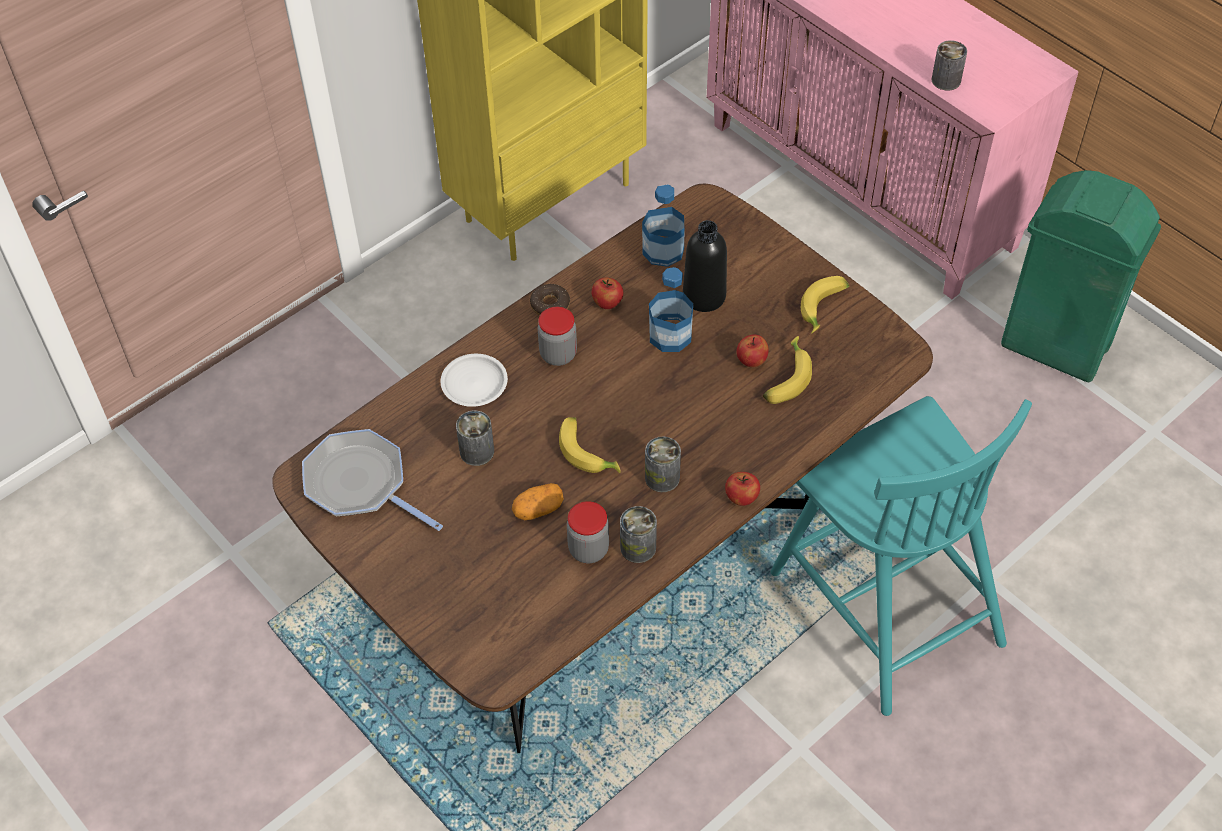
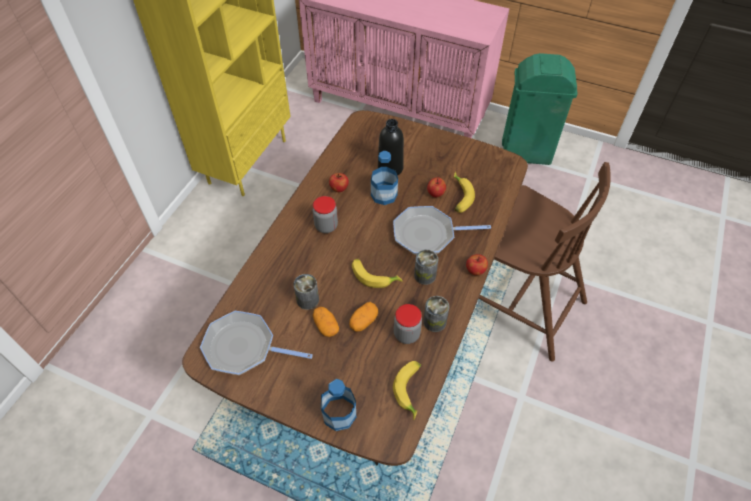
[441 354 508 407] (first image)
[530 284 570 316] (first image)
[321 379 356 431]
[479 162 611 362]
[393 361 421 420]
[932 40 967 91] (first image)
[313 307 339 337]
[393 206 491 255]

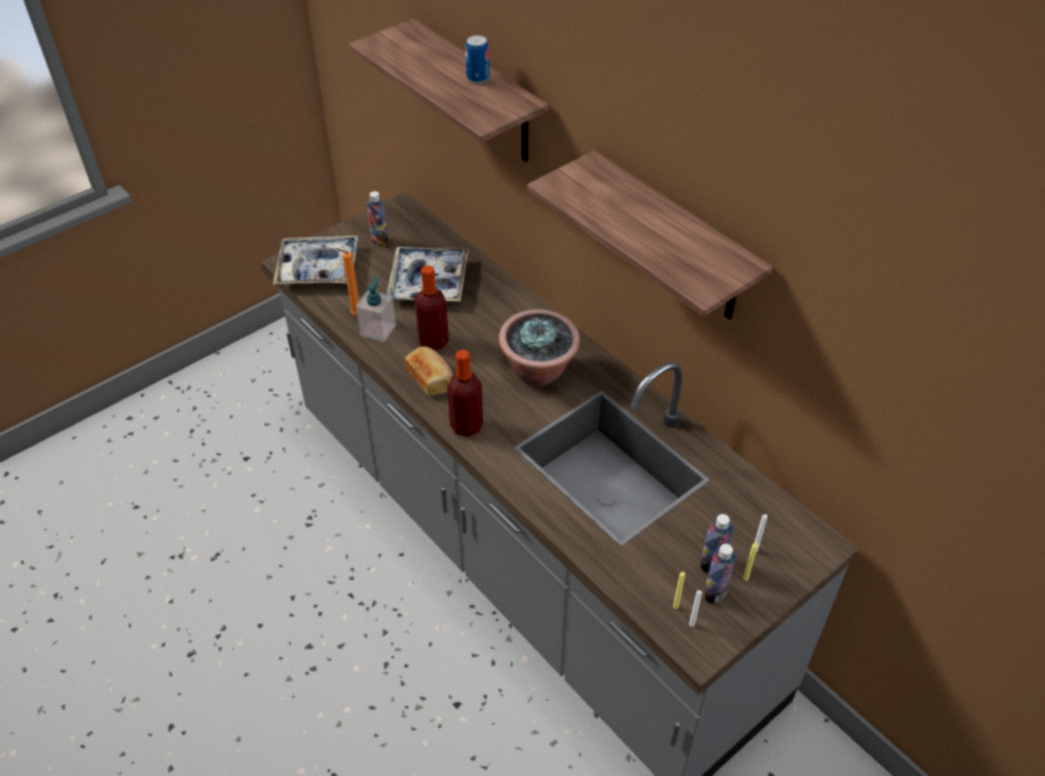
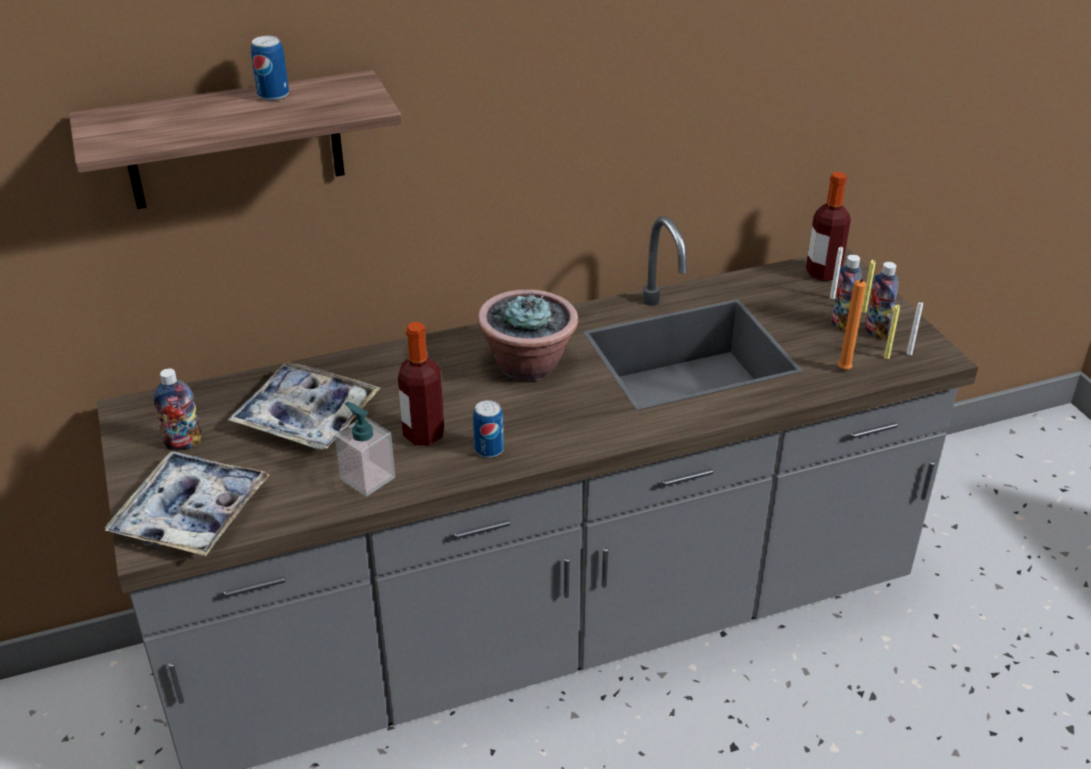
[838 279 866 370]
[473 400 504 458]
[806 172 851 281]
[527 150 773 320] (first image)

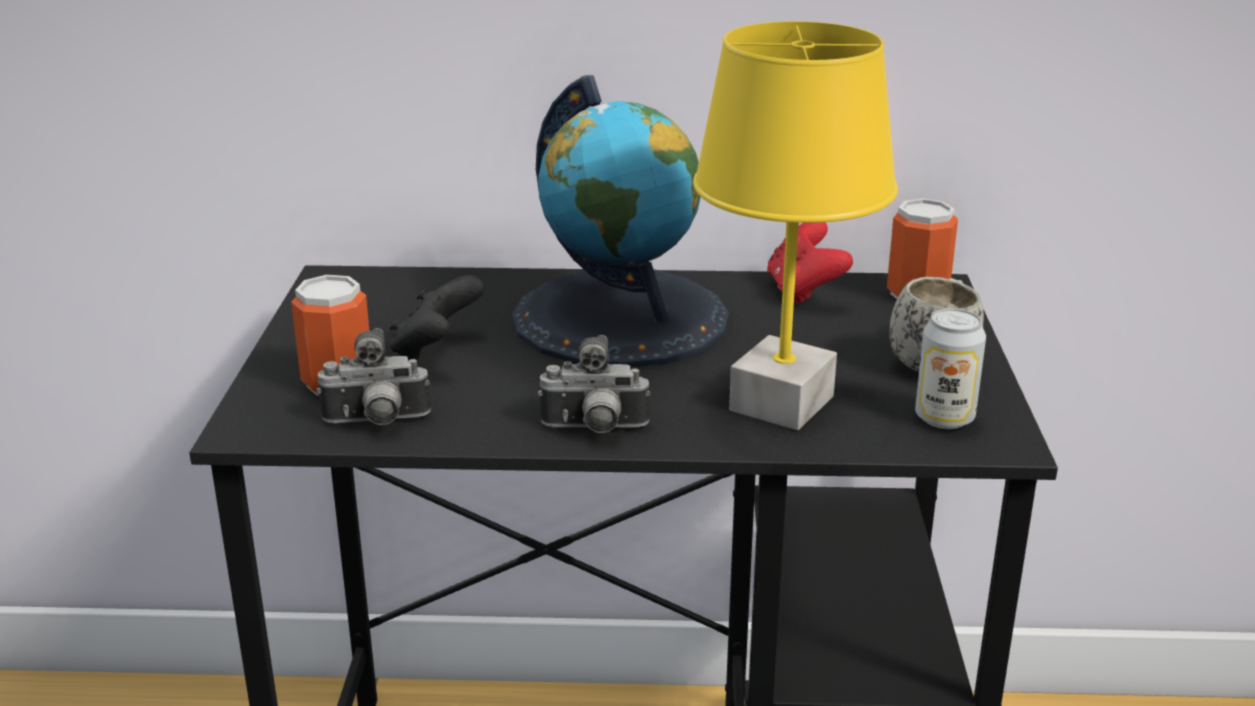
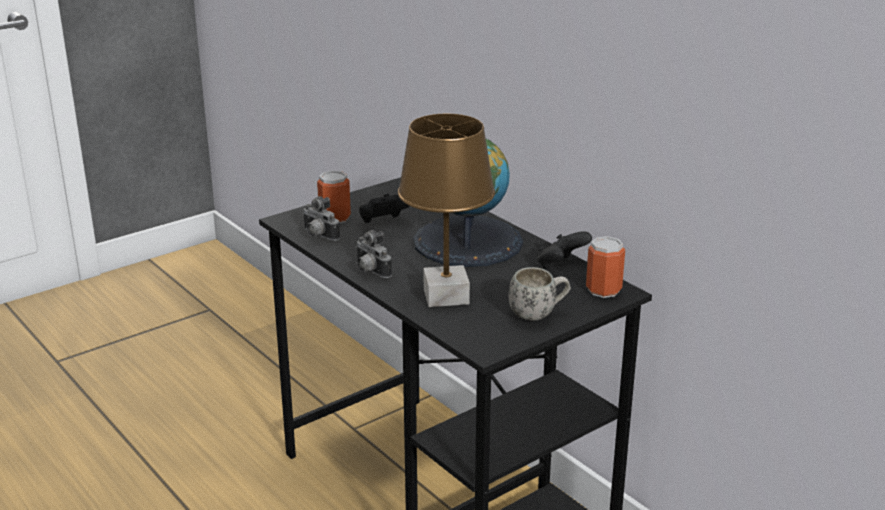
[398 114 495 307]
[537 231 592 269]
[915 308 986 429] (first image)

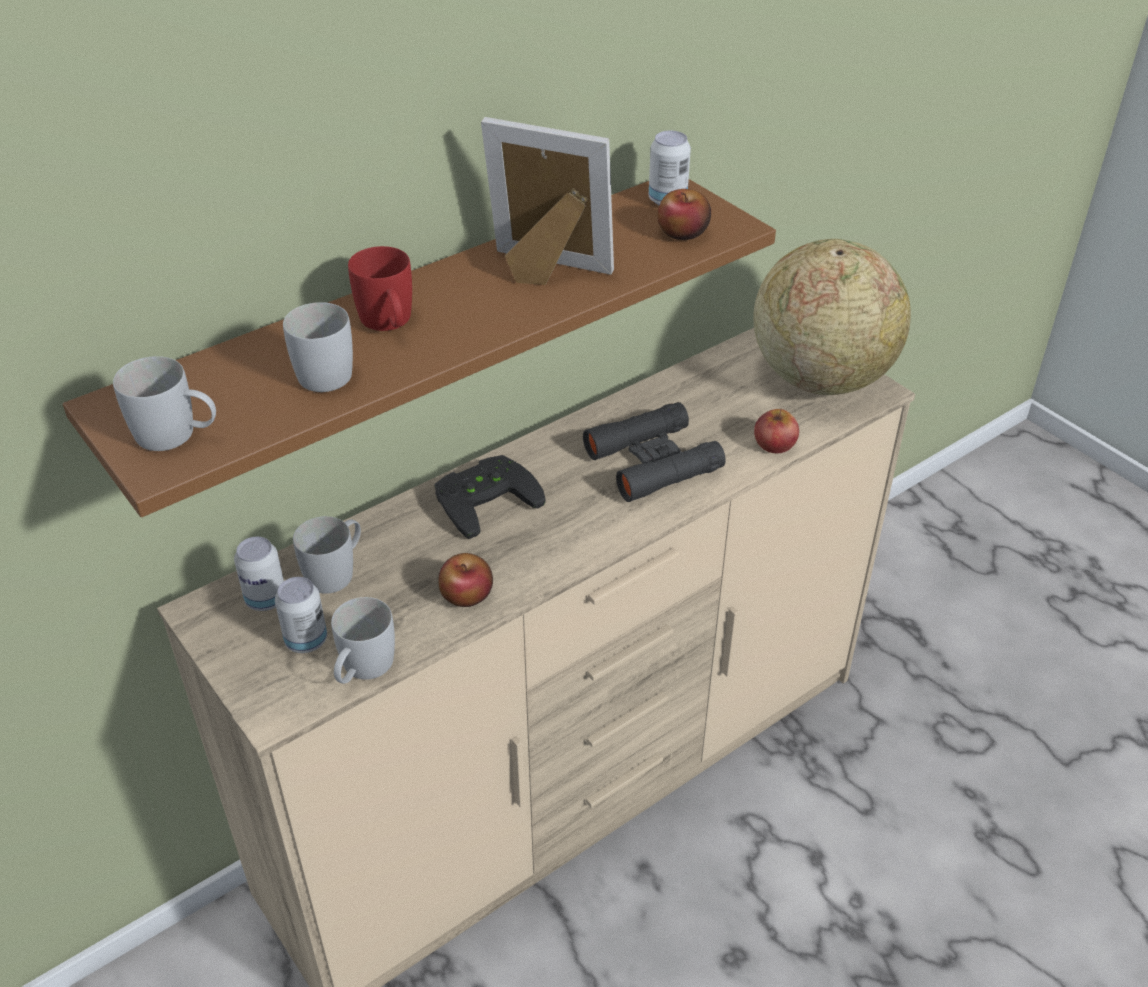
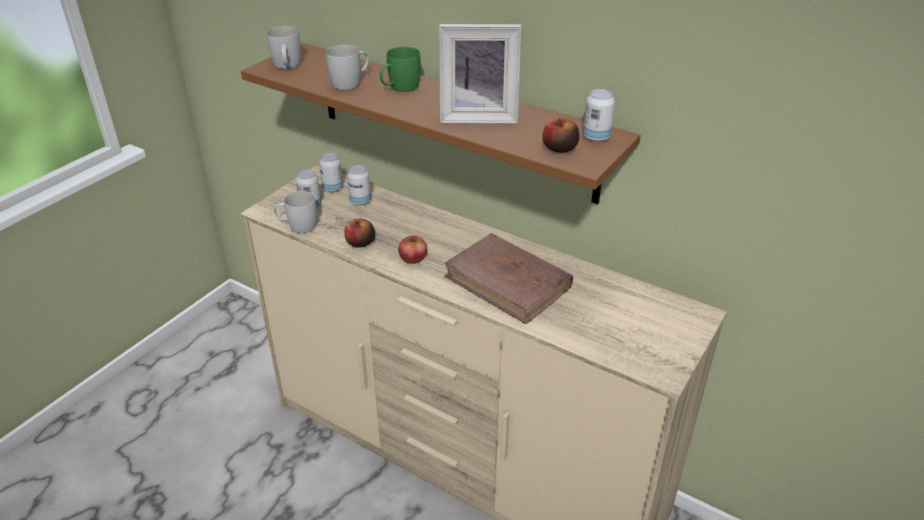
[347 165 371 205]
[380 47 420 92]
[434 455 546 539] (first image)
[439 24 522 124]
[444 233 573 324]
[753 239 911 395] (first image)
[398 236 427 264]

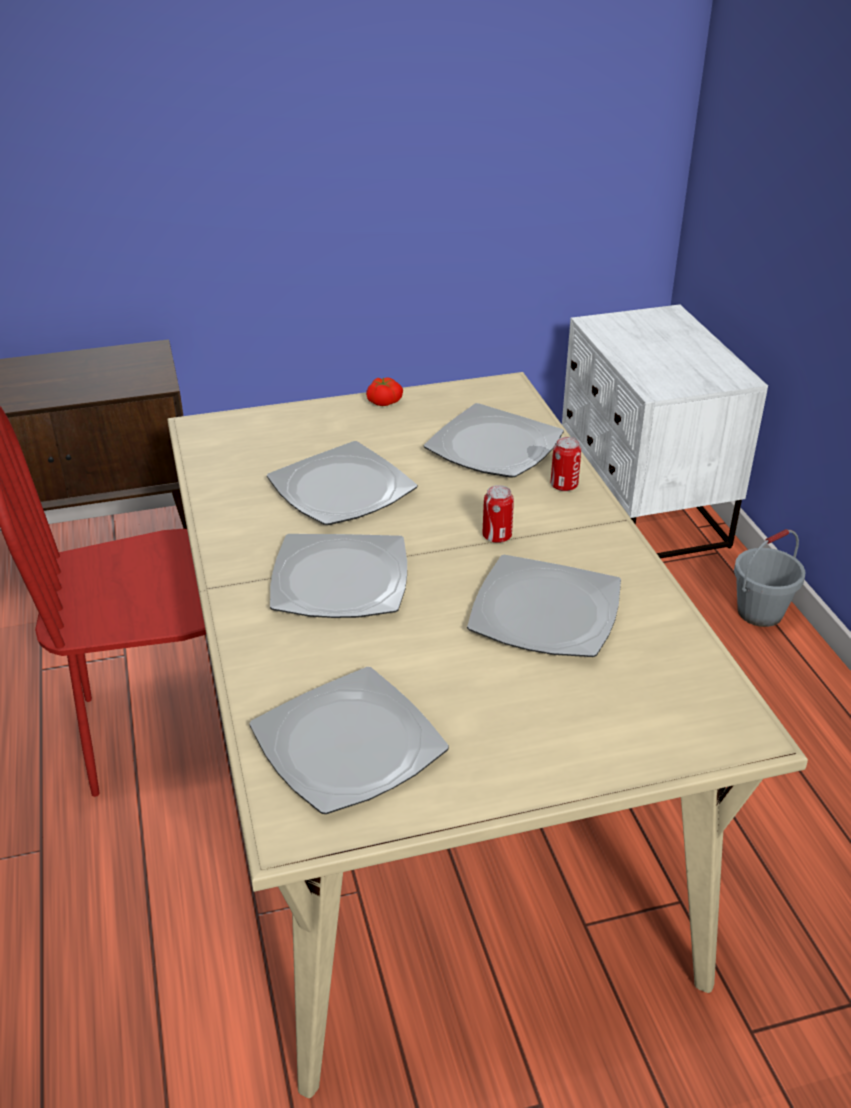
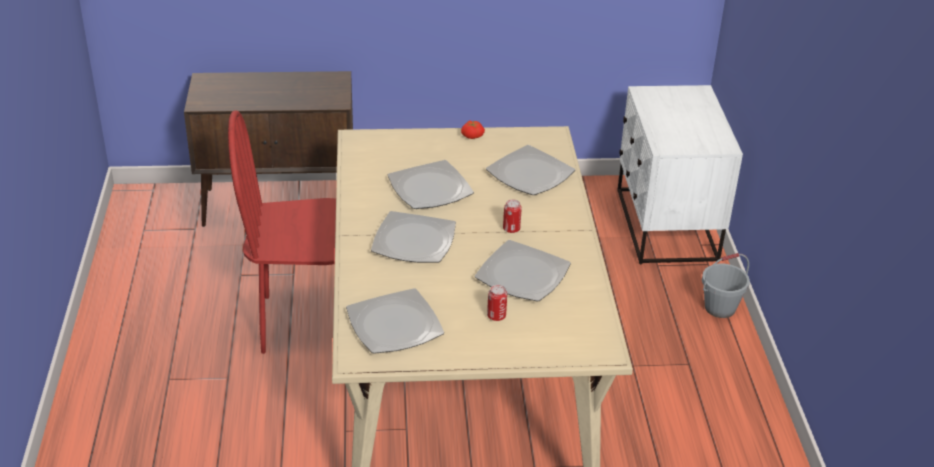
[487 285 507 321]

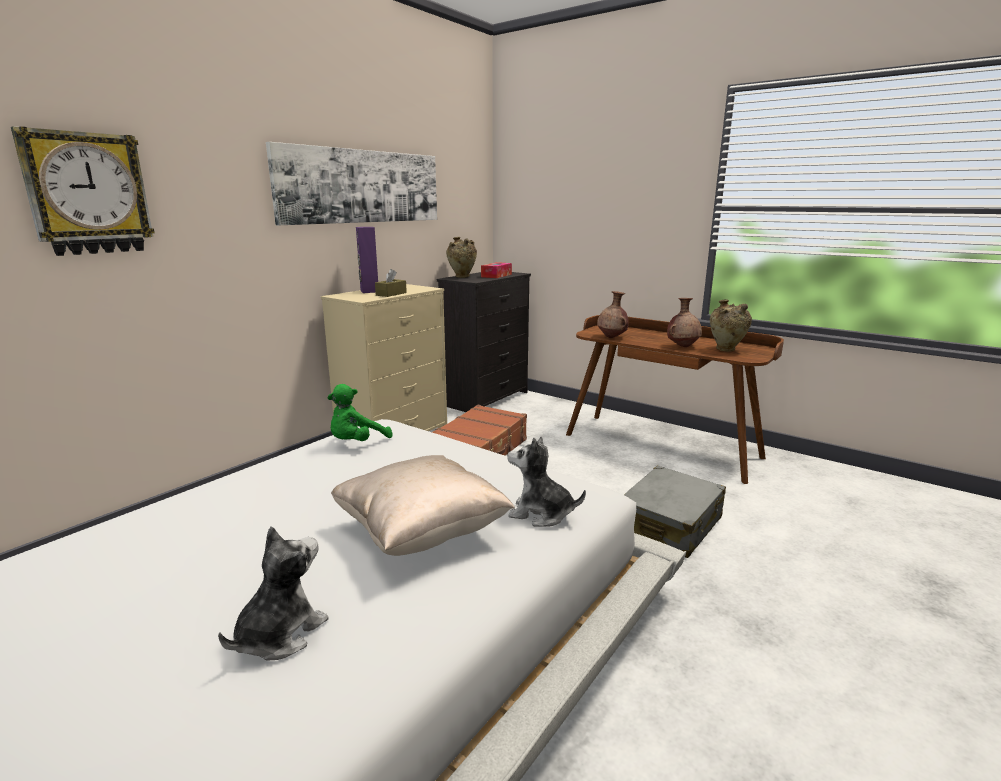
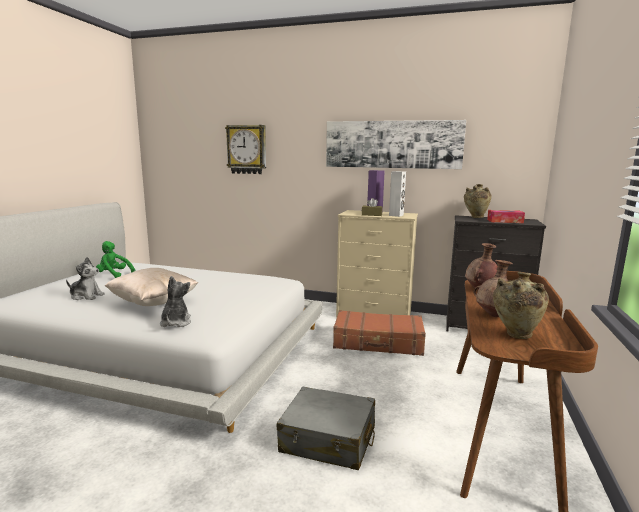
[96 241 135 278]
[389 171 406 217]

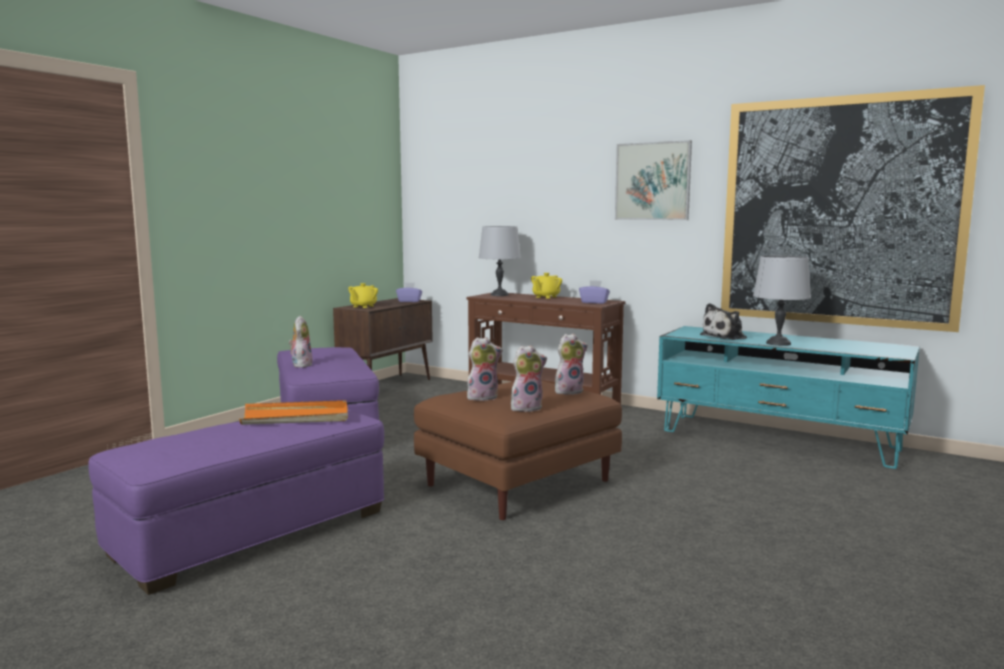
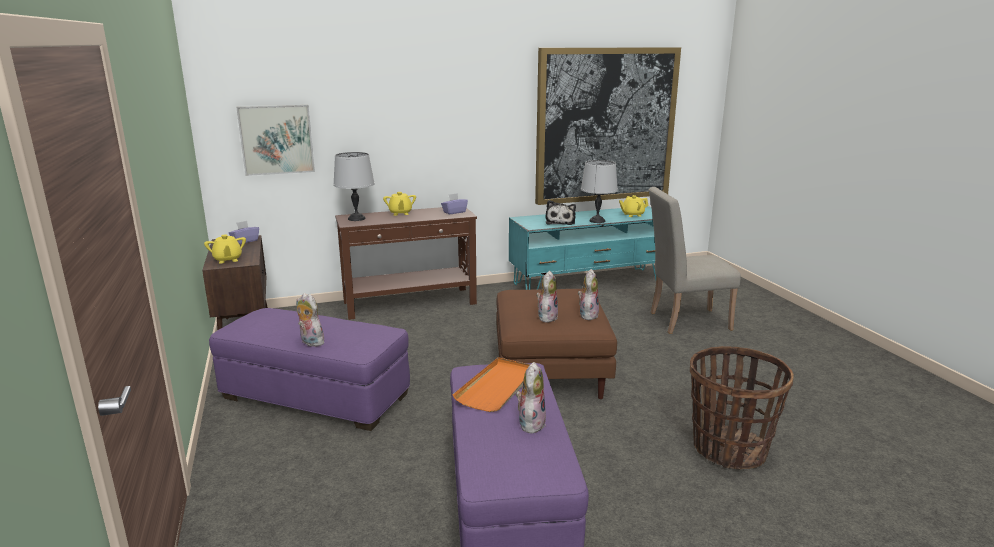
[516 362 546 433]
[236 105 315 176]
[619 195 648 217]
[648 187 741 334]
[690 346 794 470]

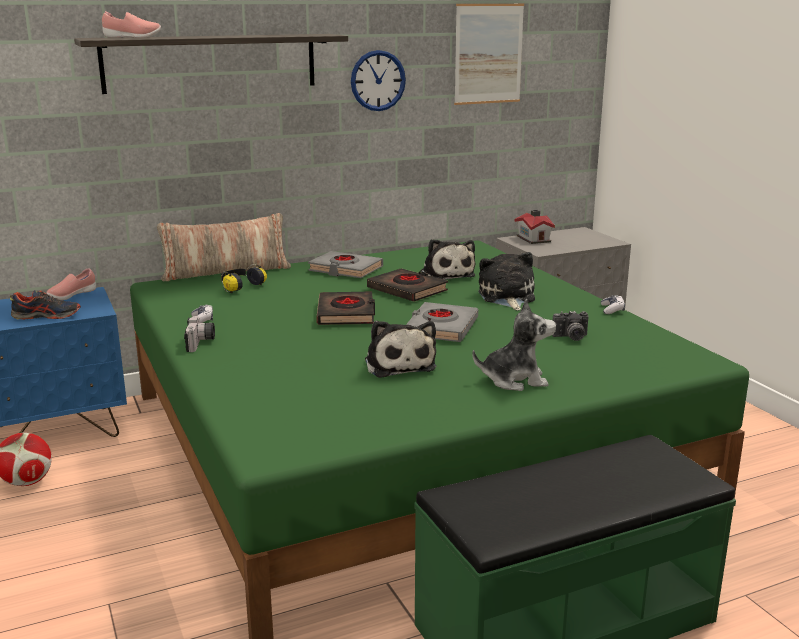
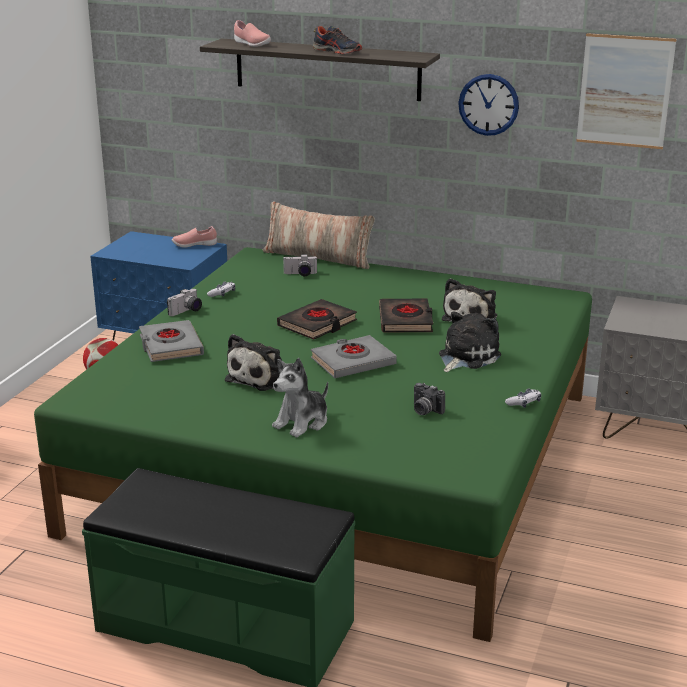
[313 26 362 54]
[283 254 318 276]
[139 320 204 362]
[272 358 328 437]
[515 210 555 244] (first image)

